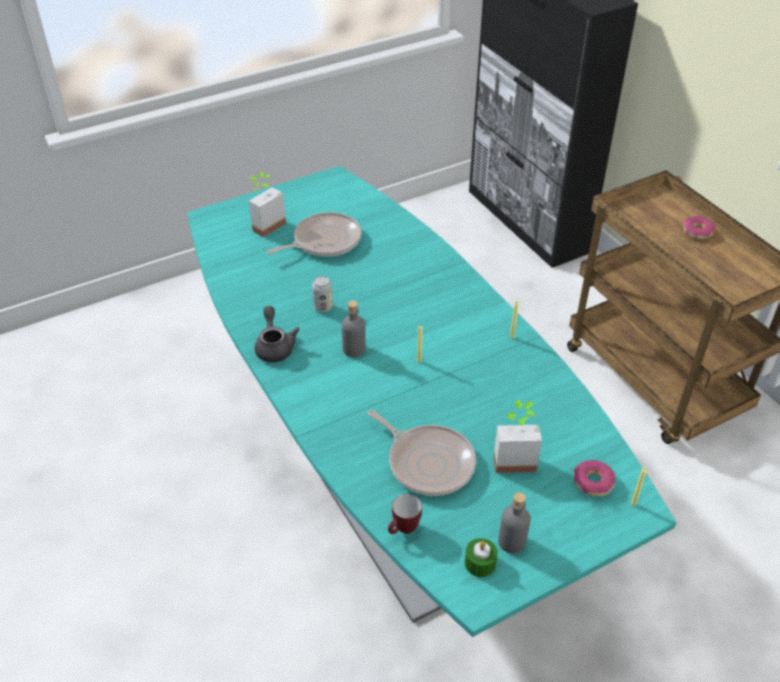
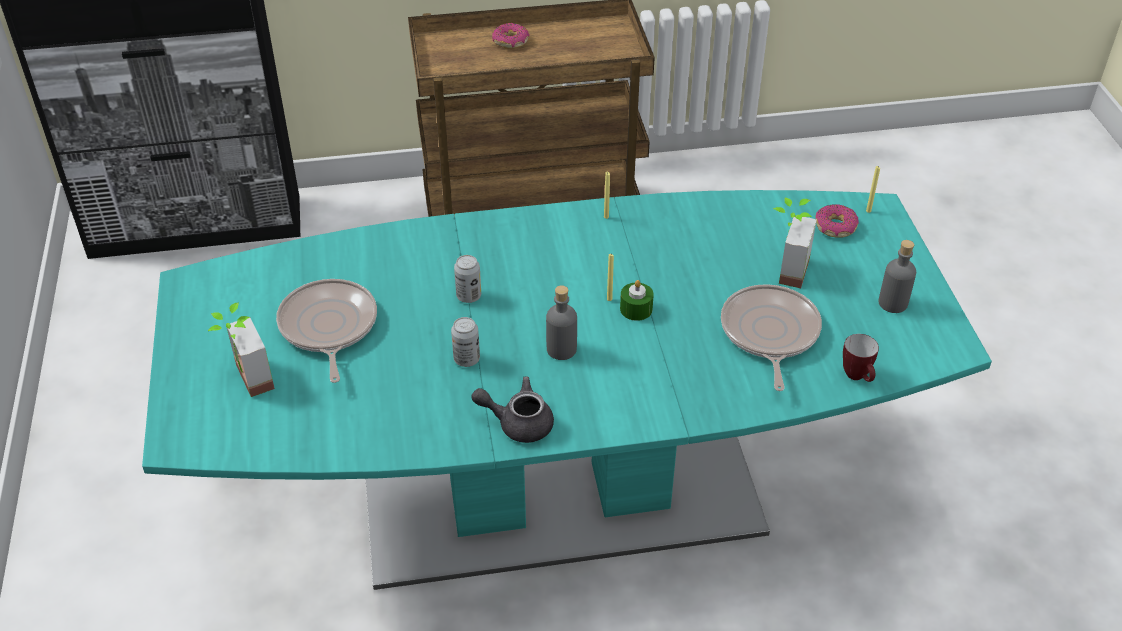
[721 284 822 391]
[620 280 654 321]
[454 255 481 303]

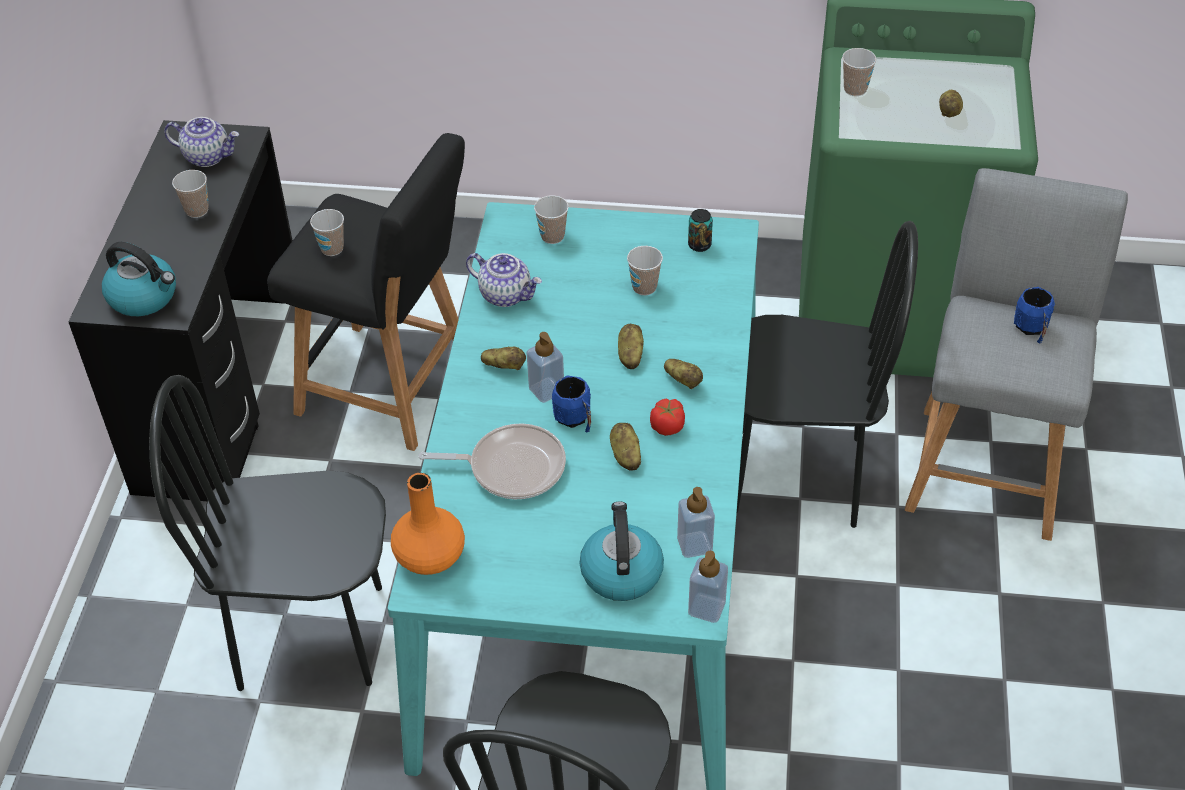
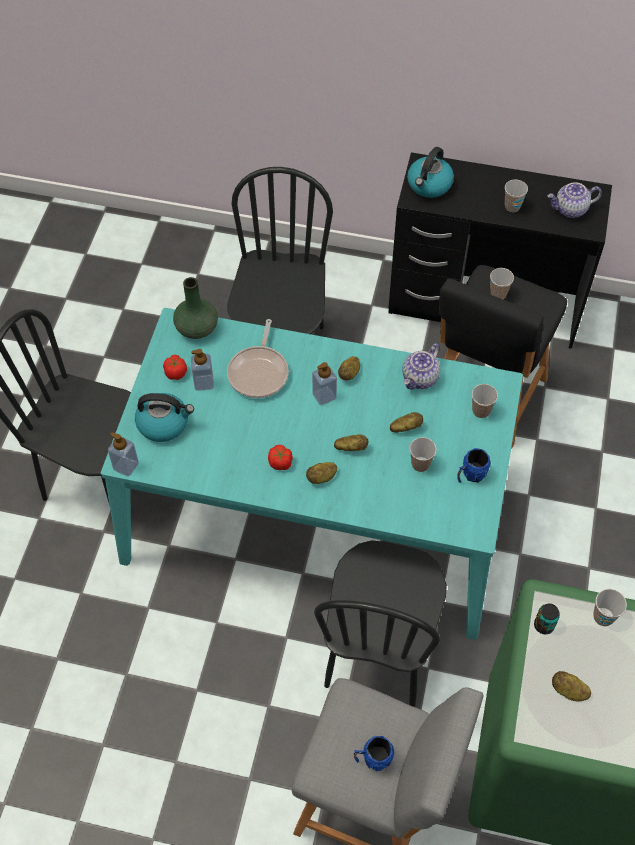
[547 182 602 218]
[173 277 218 339]
[457 448 491 483]
[390 412 423 433]
[191 349 214 391]
[534 604 560 634]
[163 355 187 380]

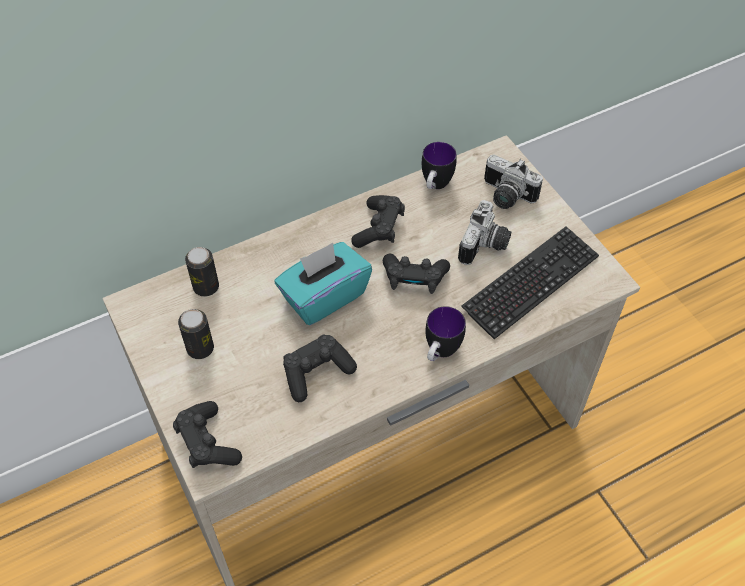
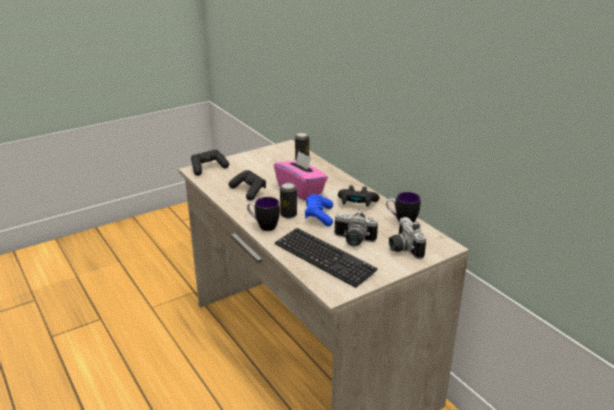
[280 183 297 218]
[274 151 328 200]
[305 194 333 226]
[389 217 426 259]

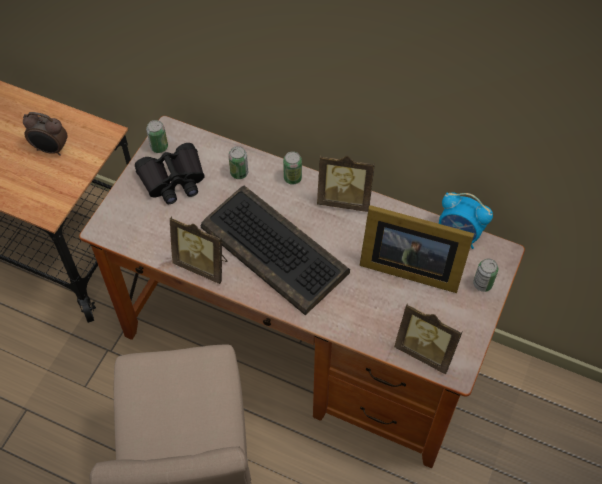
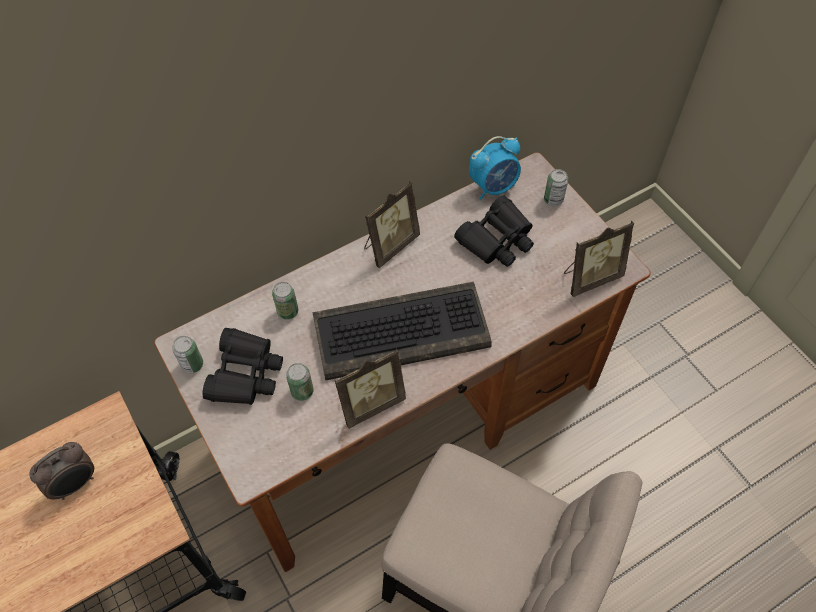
[286 363 314 401]
[454 196 534 267]

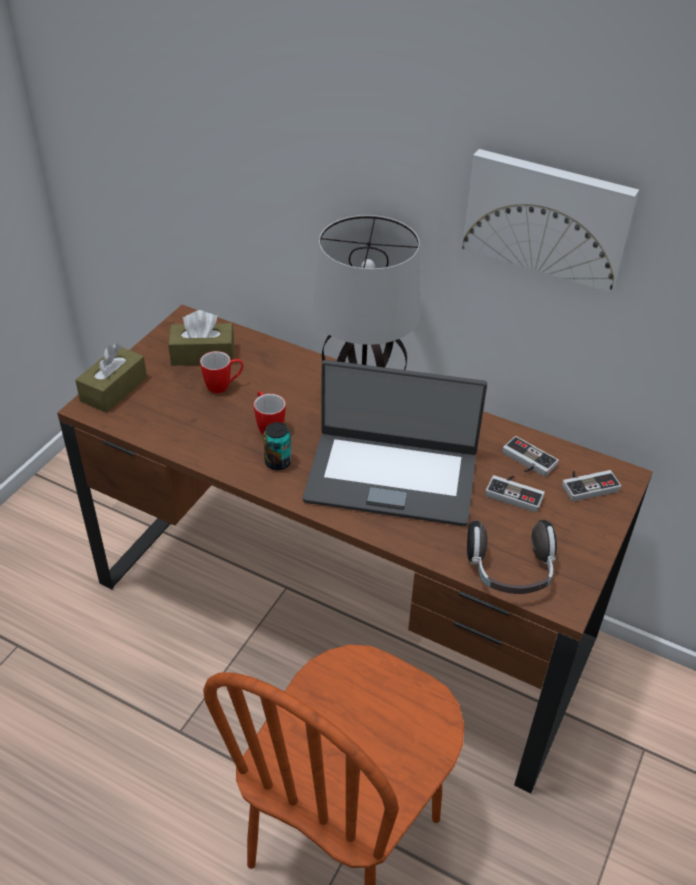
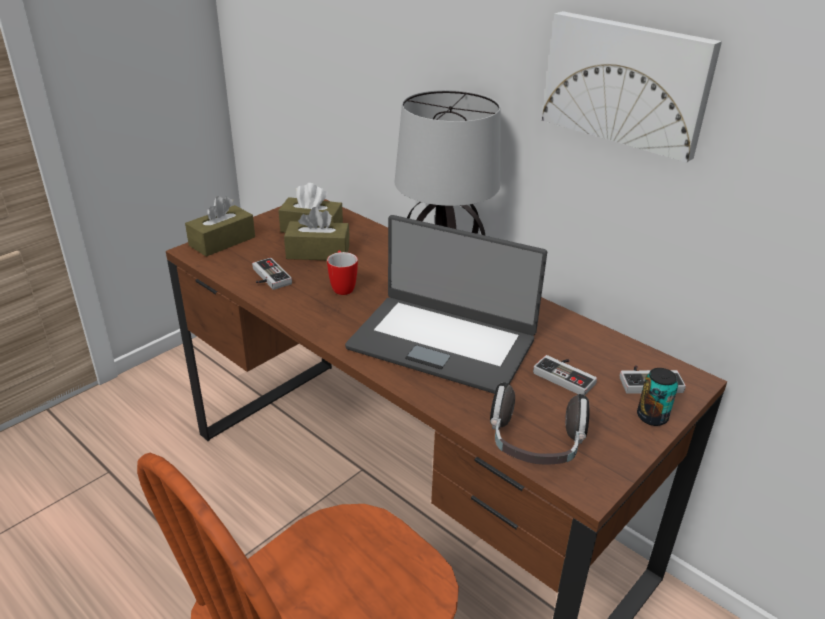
[284 207 350 260]
[637 368 678 426]
[252 258 292 290]

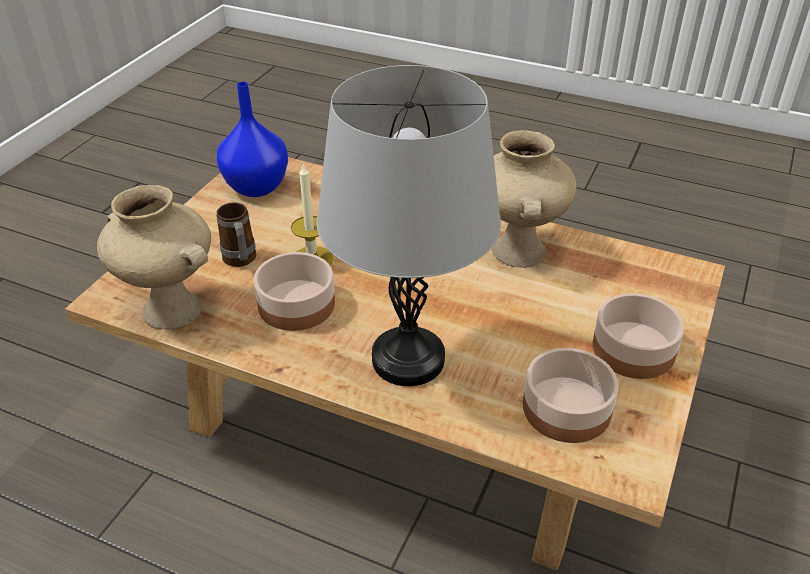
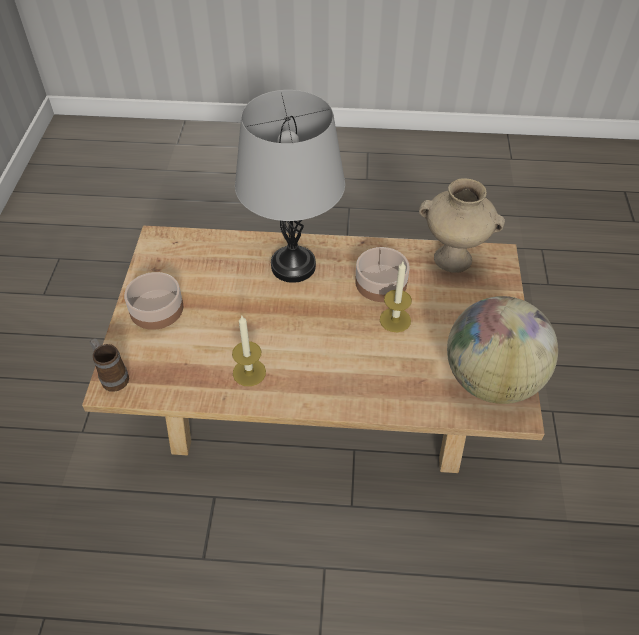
[90 338 129 392]
[447 296 558 404]
[232 316 266 386]
[523 348 618 443] (first image)

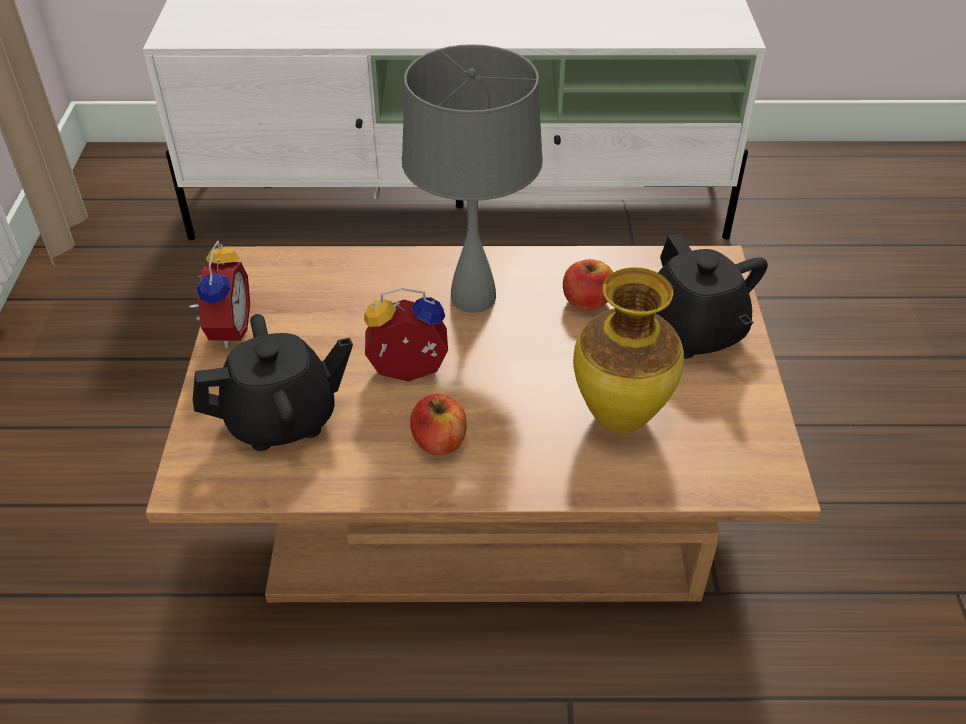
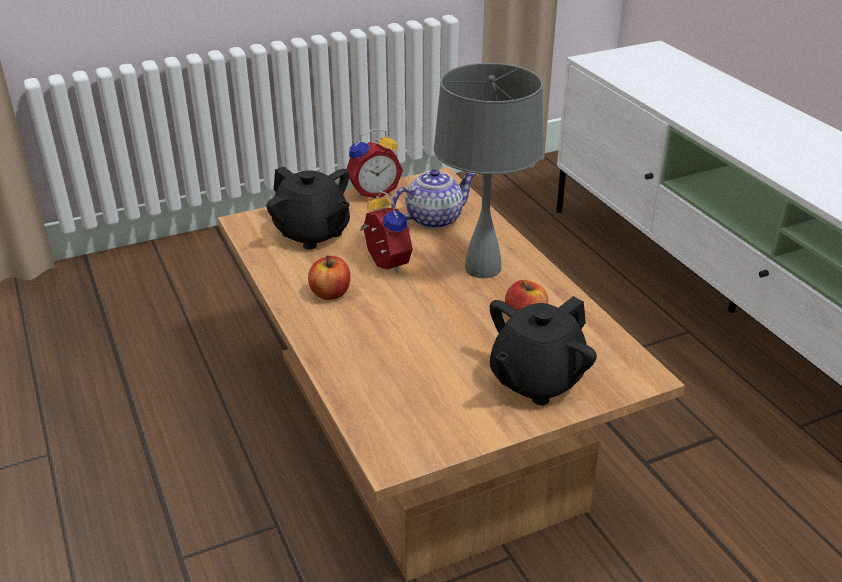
[573 267 684 433] (first image)
[391 169 476 229]

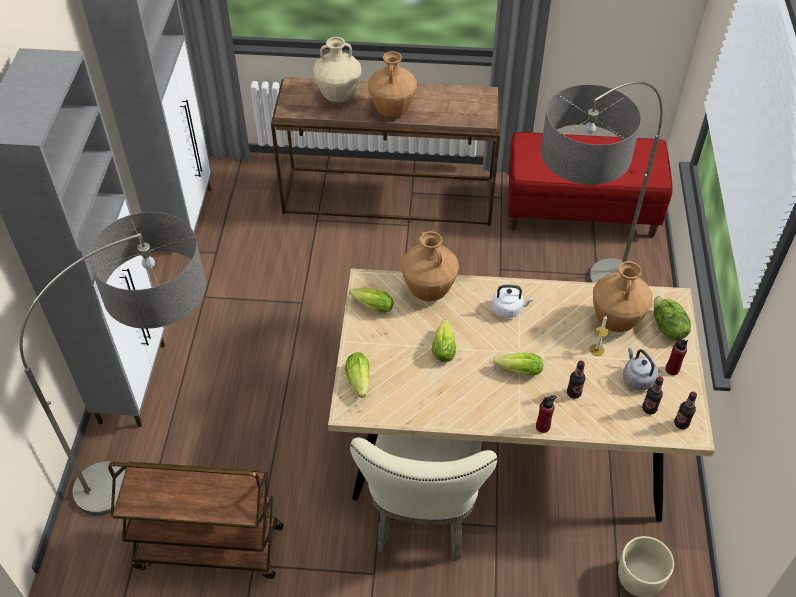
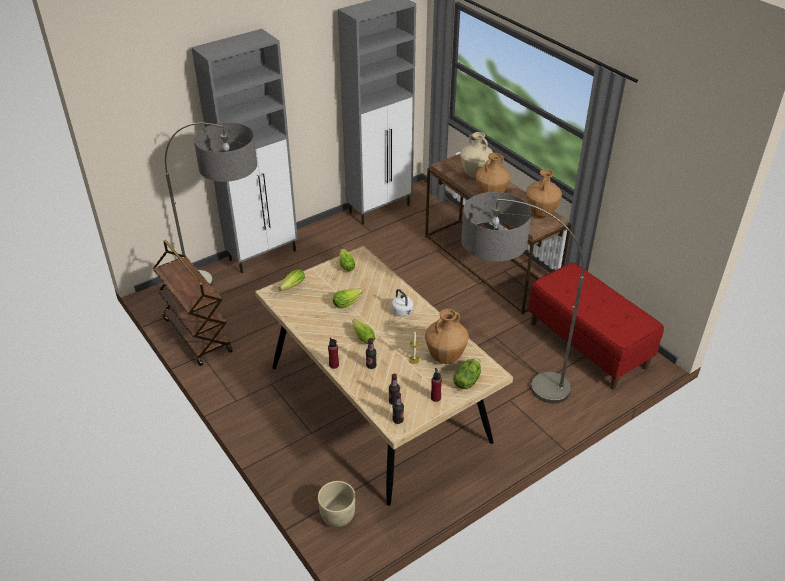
[350 434 498 561] (first image)
[526 169 562 217]
[623 347 658 391] (first image)

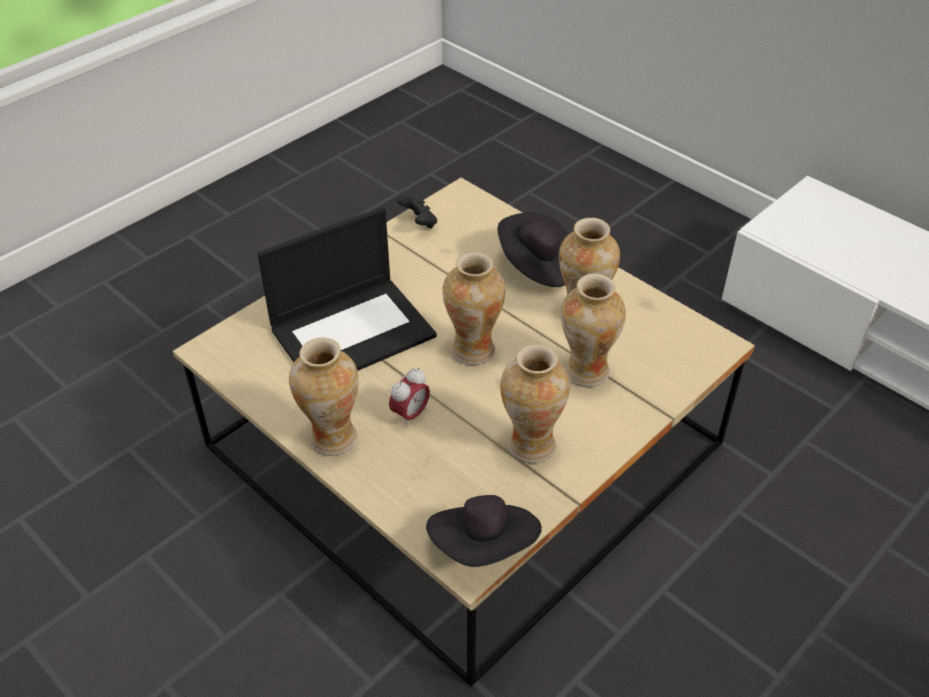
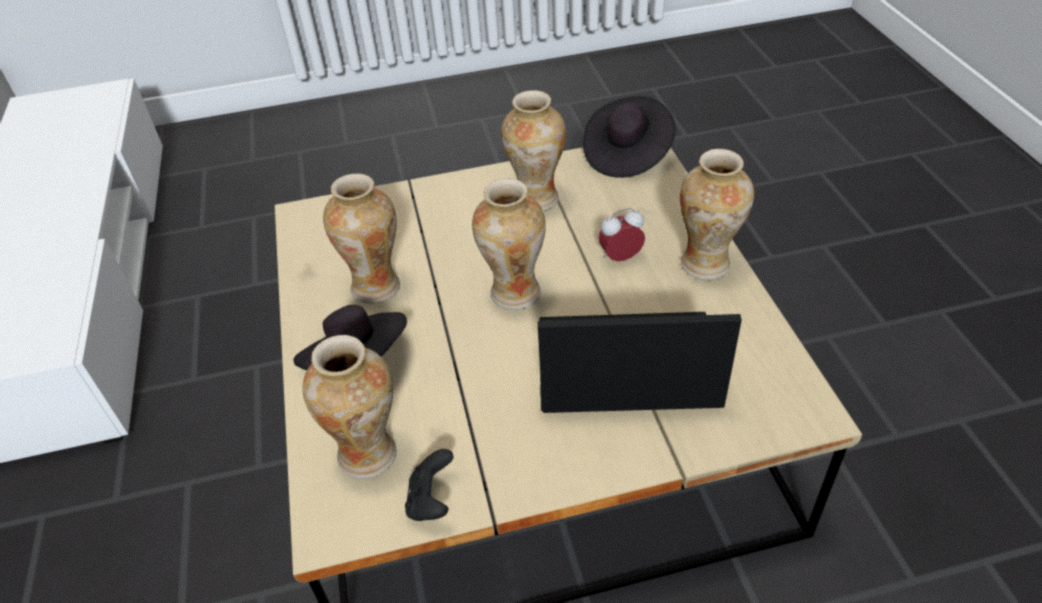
[302 335 396 479]

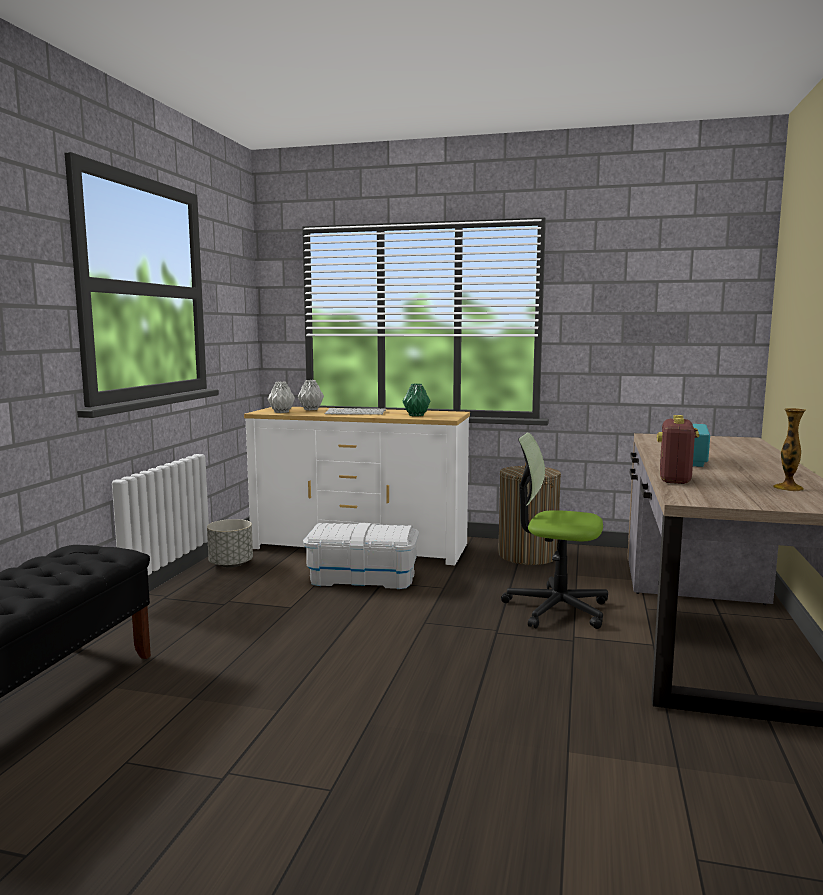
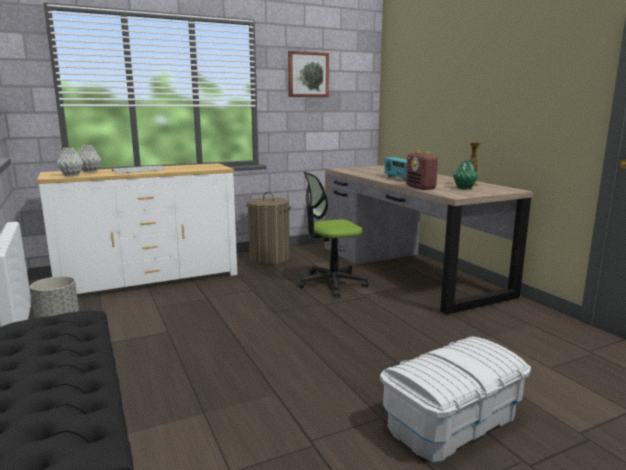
[380 337 531 462]
[453 161 478 189]
[288 51 329 97]

